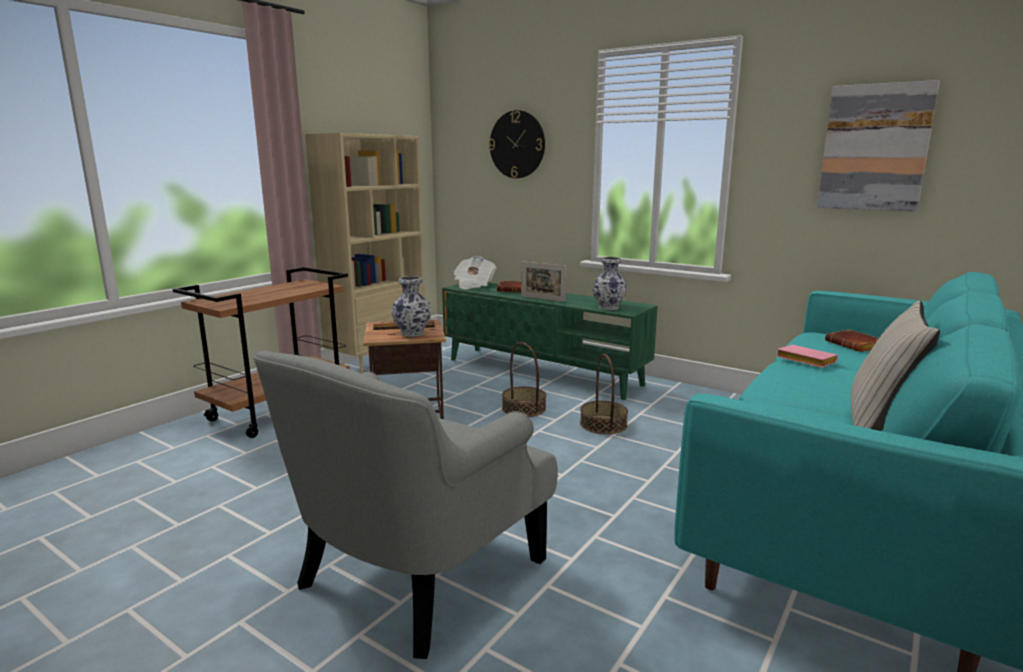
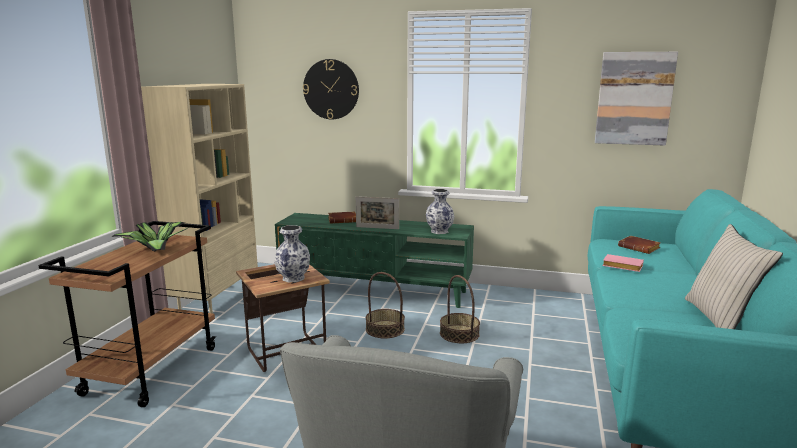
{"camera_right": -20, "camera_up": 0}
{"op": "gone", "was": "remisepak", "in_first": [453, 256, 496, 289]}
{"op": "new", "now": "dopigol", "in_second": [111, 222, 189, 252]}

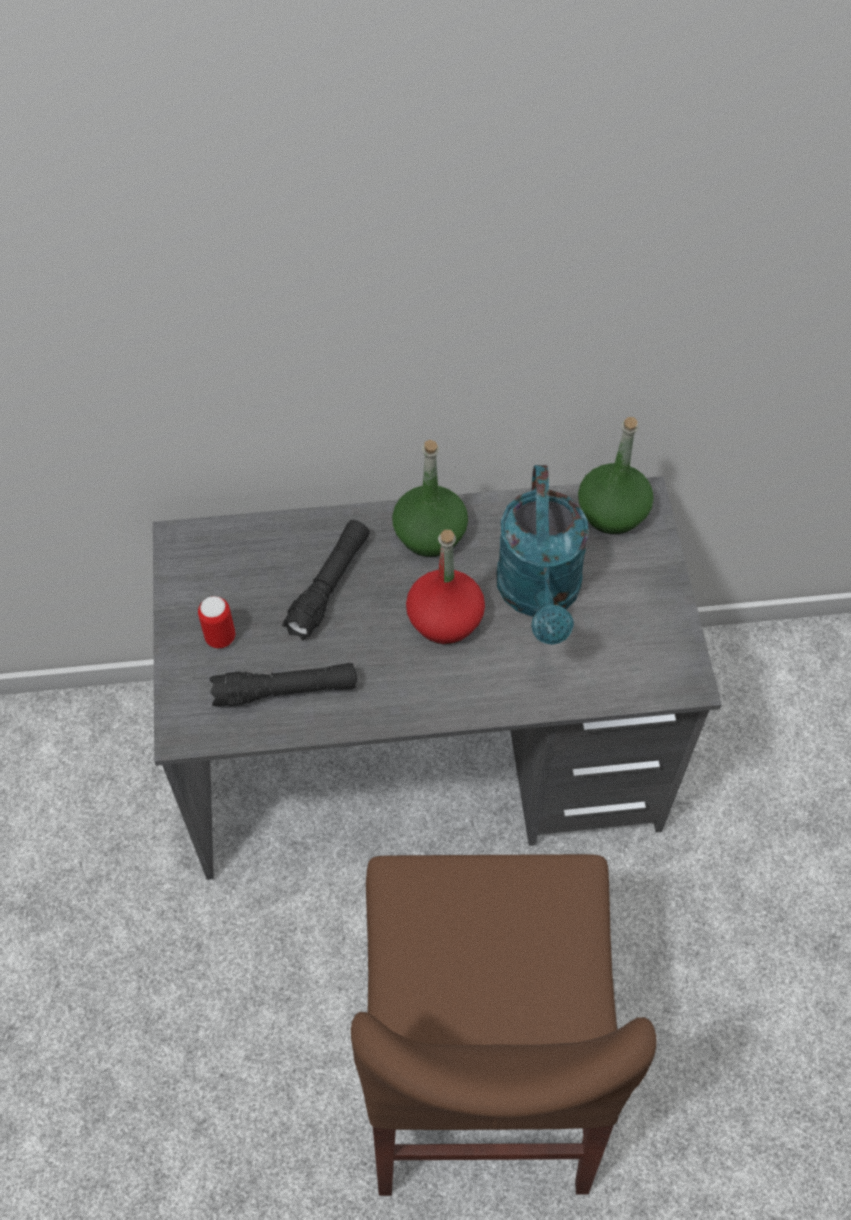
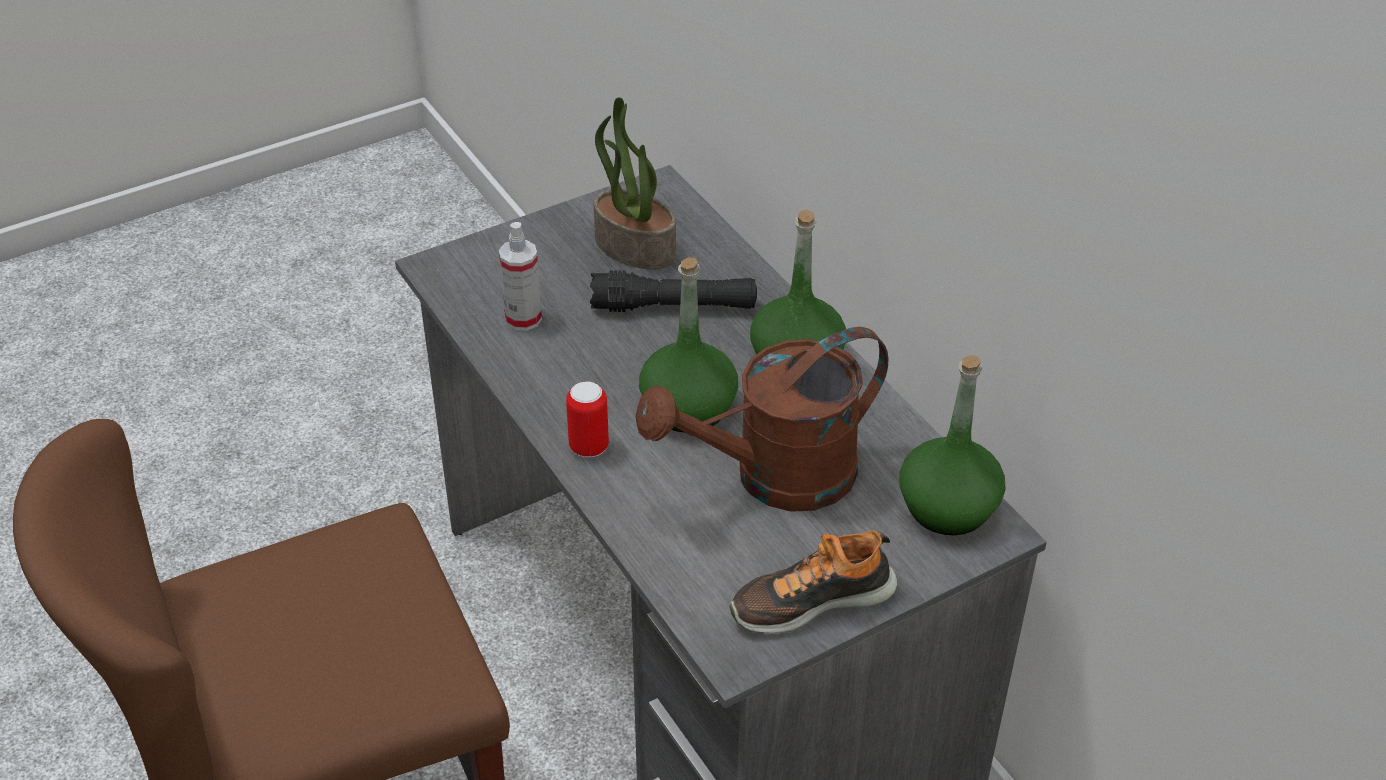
{"camera_right": 65, "camera_up": -15}
{"op": "shifted", "was": "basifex", "in_first": [198, 596, 235, 648], "in_second": [566, 381, 609, 457]}
{"op": "swapped", "was": "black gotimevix", "now": "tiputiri", "in_first": [209, 663, 357, 707], "in_second": [499, 222, 542, 331]}
{"op": "repainted", "was": "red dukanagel", "now": "green dukanagel", "in_first": [406, 530, 485, 644], "in_second": [639, 257, 738, 433]}
{"op": "repainted", "was": "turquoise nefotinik", "now": "brown nefotinik", "in_first": [497, 465, 589, 645], "in_second": [635, 327, 888, 512]}
{"op": "new", "now": "dopigol", "in_second": [593, 97, 676, 269]}
{"op": "new", "now": "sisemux", "in_second": [730, 530, 897, 633]}

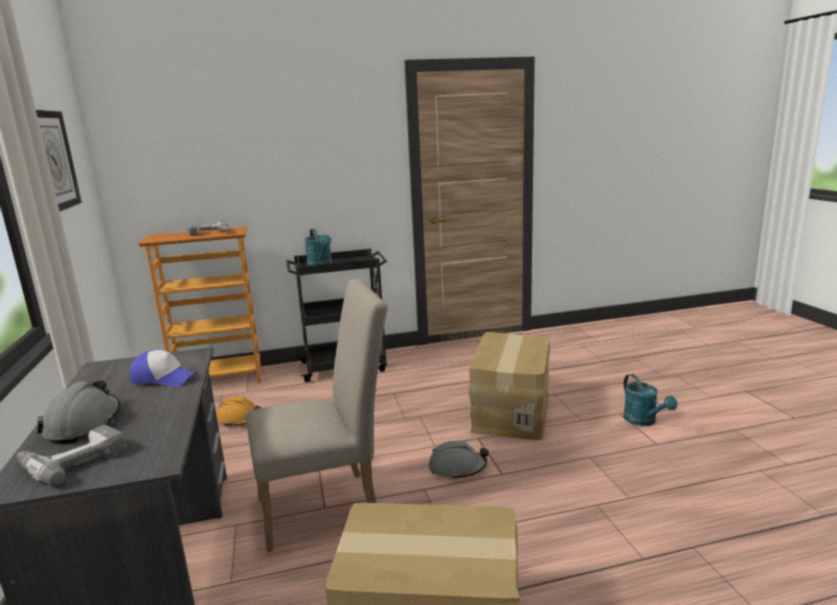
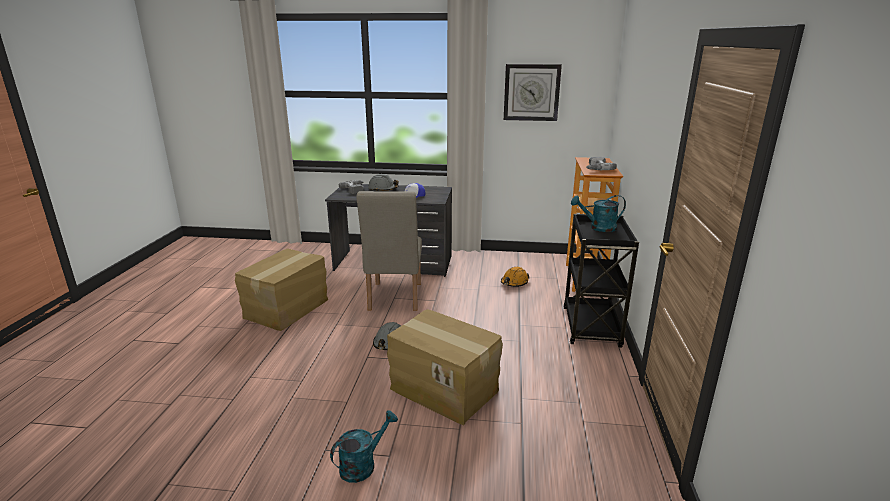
{"camera_right": 110, "camera_up": 5}
{"op": "rotated", "was": "turquoise nefotinik", "in_first": [623, 374, 677, 426], "in_second": [330, 410, 398, 483], "clockwise": 135}

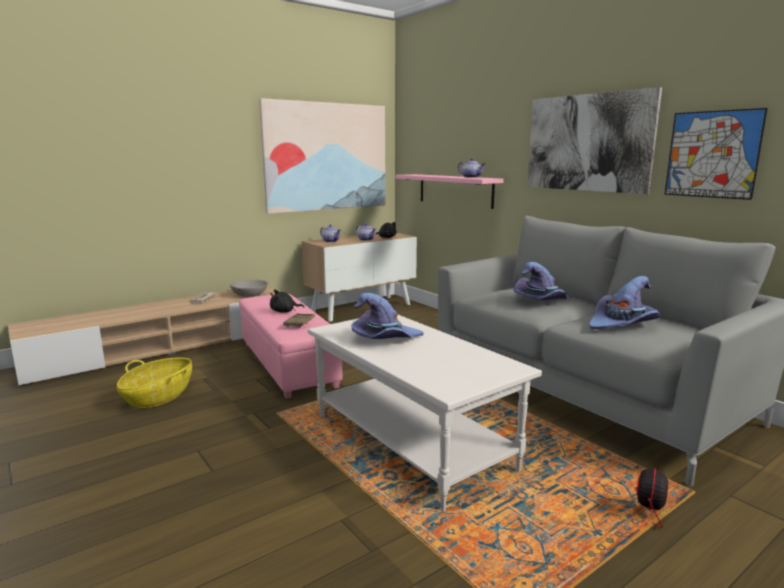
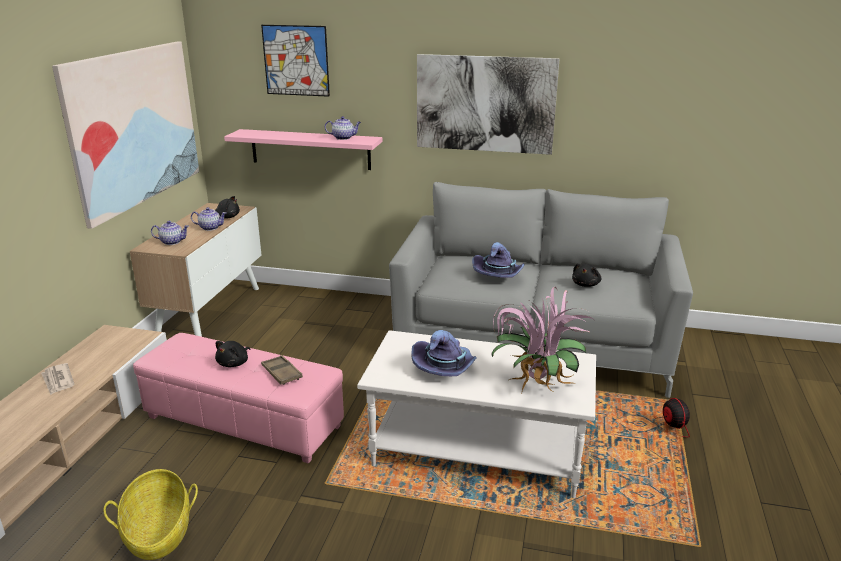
{"camera_right": -40, "camera_up": 10}
{"op": "gone", "was": "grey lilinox", "in_first": [230, 280, 268, 297]}
{"op": "swapped", "was": "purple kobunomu", "now": "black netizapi", "in_first": [589, 276, 660, 329], "in_second": [572, 263, 601, 287]}
{"op": "shifted", "was": "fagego", "in_first": [664, 108, 768, 200], "in_second": [261, 25, 330, 97]}
{"op": "new", "now": "dopigol", "in_second": [491, 287, 593, 393]}

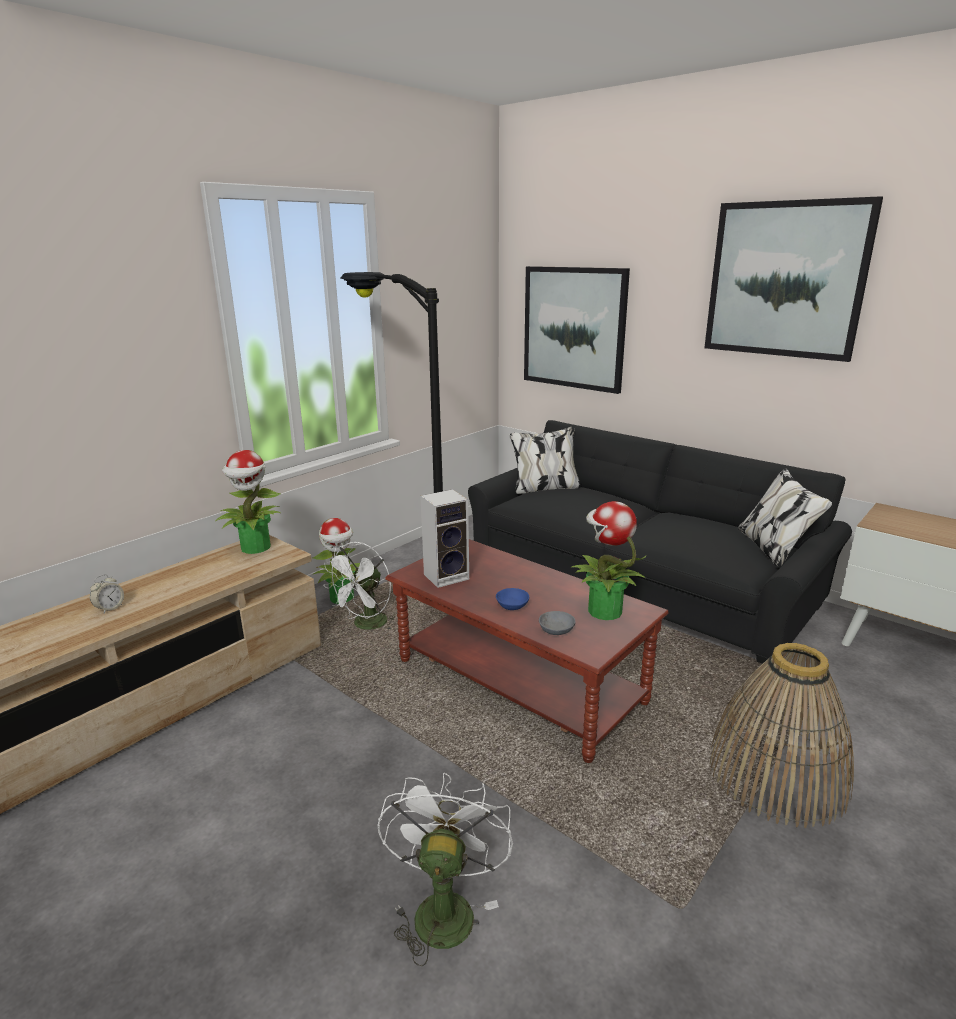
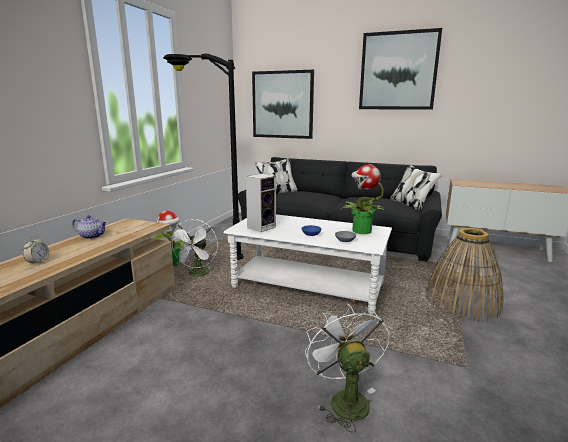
{"camera_right": -20, "camera_up": -5}
{"op": "gone", "was": "dopigol", "in_first": [216, 450, 281, 554]}
{"op": "repainted", "was": "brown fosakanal", "now": "white fosakanal", "in_first": [385, 539, 669, 763], "in_second": [223, 215, 392, 315]}
{"op": "new", "now": "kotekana", "in_second": [72, 215, 107, 239]}

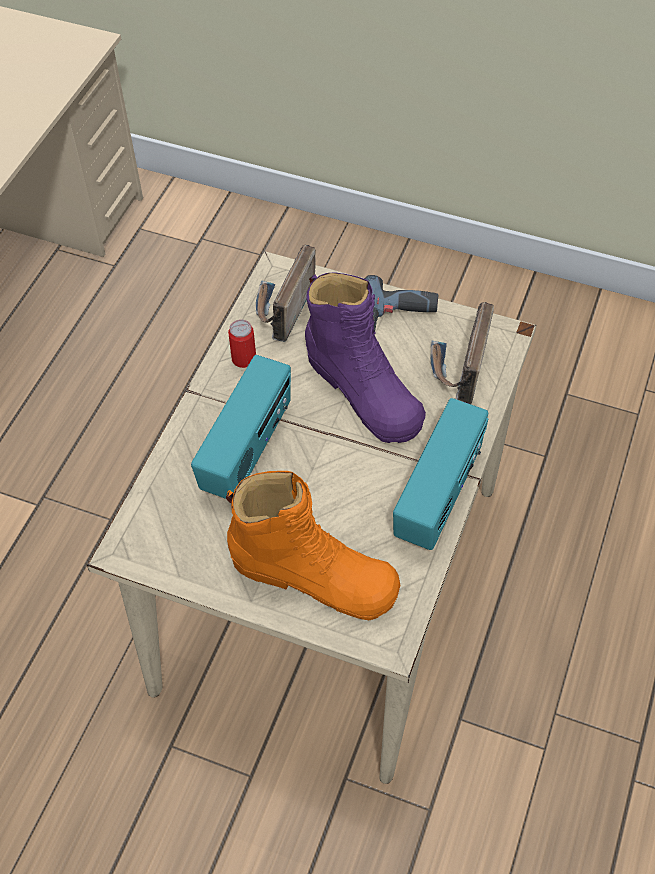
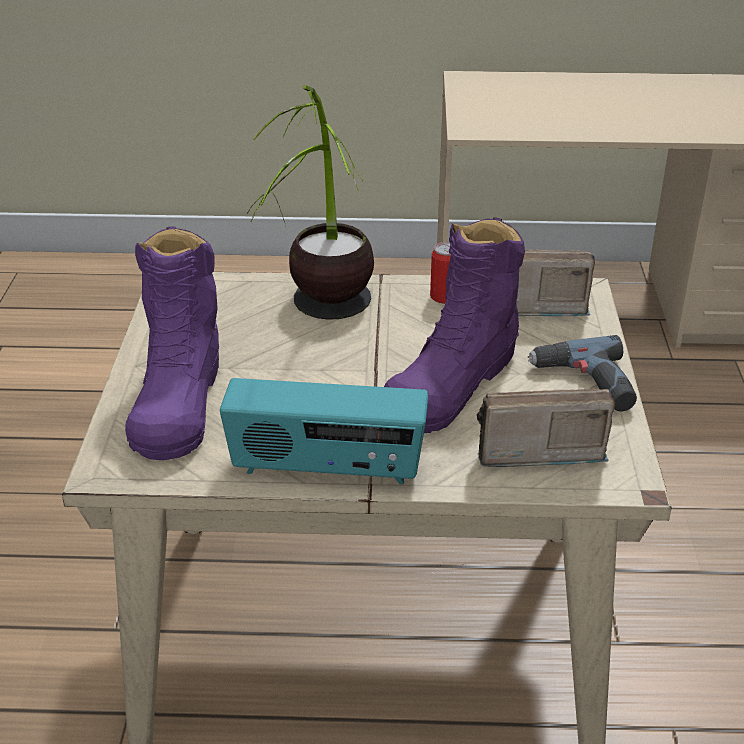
{"camera_right": 70, "camera_up": -20}
{"op": "swapped", "was": "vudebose", "now": "dopigol", "in_first": [191, 355, 291, 499], "in_second": [247, 85, 374, 320]}
{"op": "repainted", "was": "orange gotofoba", "now": "purple gotofoba", "in_first": [226, 471, 400, 620], "in_second": [125, 226, 219, 460]}

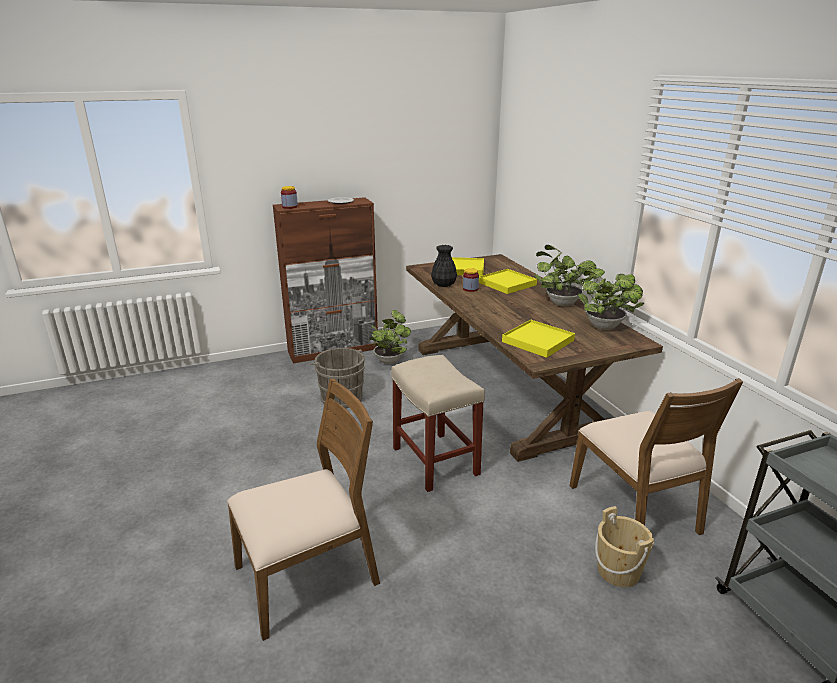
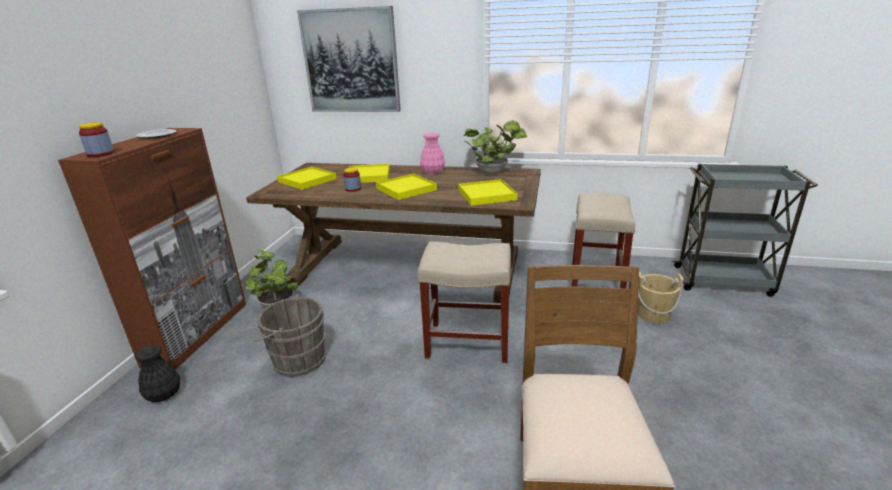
{"camera_right": -55, "camera_up": 0}
{"op": "shifted", "was": "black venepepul", "in_first": [431, 245, 457, 287], "in_second": [135, 345, 180, 402]}
{"op": "swapped", "was": "dopigol", "now": "pink venepepul", "in_first": [534, 245, 597, 306], "in_second": [420, 133, 445, 174]}
{"op": "swapped", "was": "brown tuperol", "now": "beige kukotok", "in_first": [570, 378, 743, 535], "in_second": [572, 193, 635, 289]}
{"op": "new", "now": "fagego", "in_second": [297, 6, 401, 112]}
{"op": "new", "now": "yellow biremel", "in_second": [376, 174, 437, 200]}

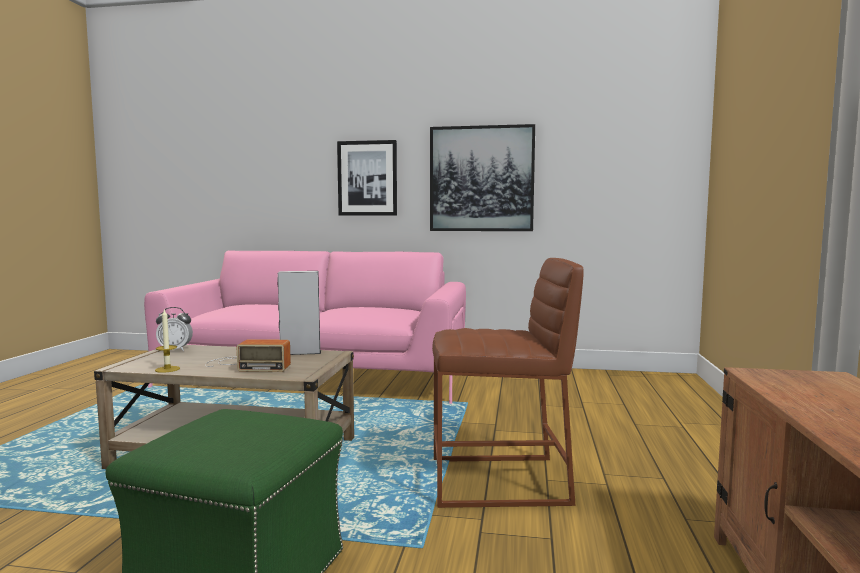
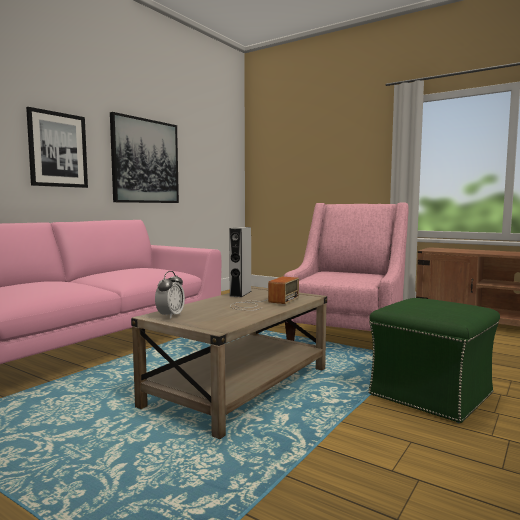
{"camera_right": -65, "camera_up": 0}
{"op": "gone", "was": "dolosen", "in_first": [155, 310, 180, 373]}
{"op": "swapped", "was": "brown kukotok", "now": "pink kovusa", "in_first": [432, 258, 584, 508], "in_second": [283, 203, 409, 341]}

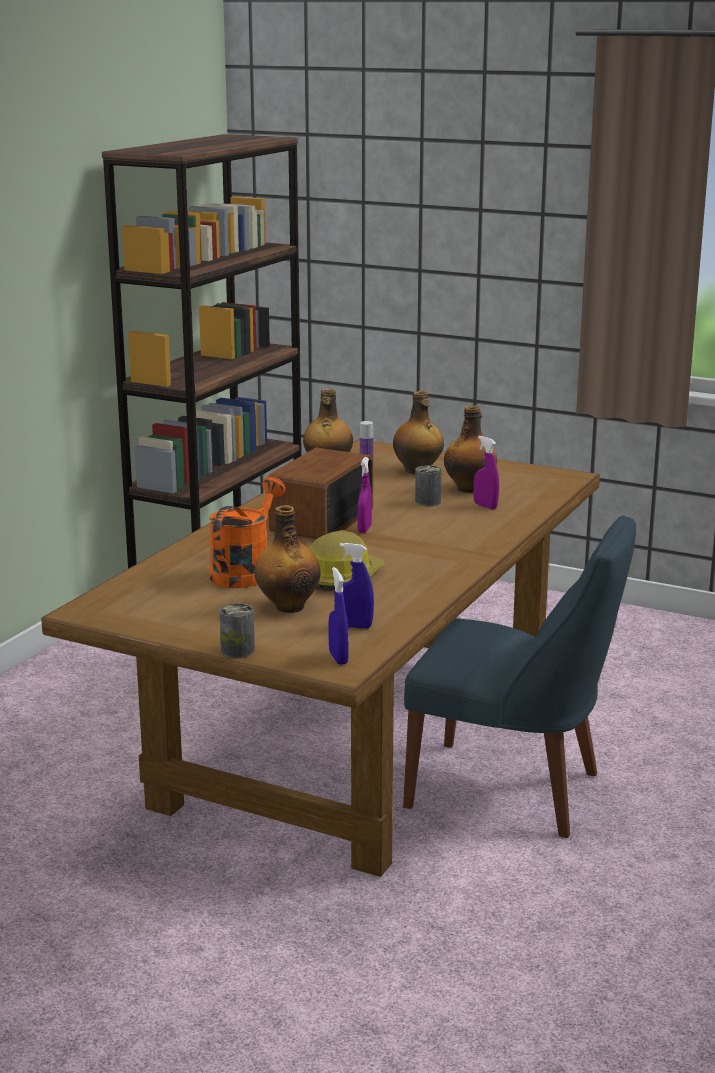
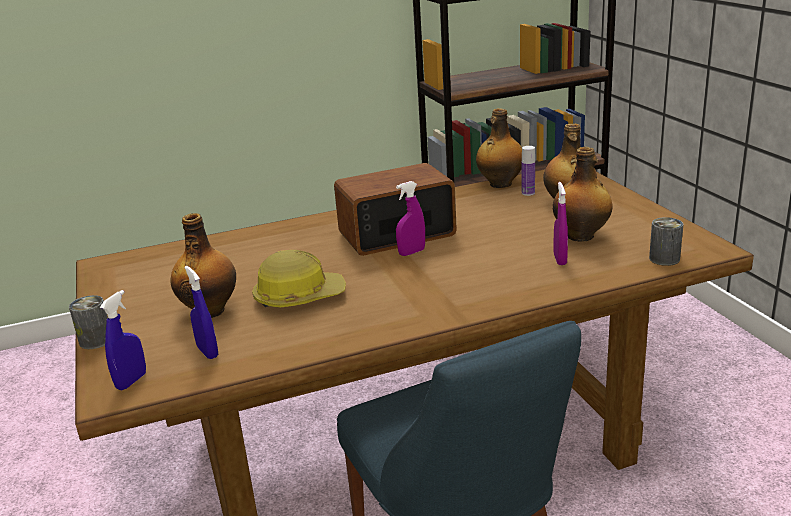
{"camera_right": 45, "camera_up": 5}
{"op": "gone", "was": "orange nefotinik", "in_first": [209, 477, 286, 588]}
{"op": "shifted", "was": "basifex", "in_first": [415, 465, 442, 506], "in_second": [649, 217, 683, 266]}

